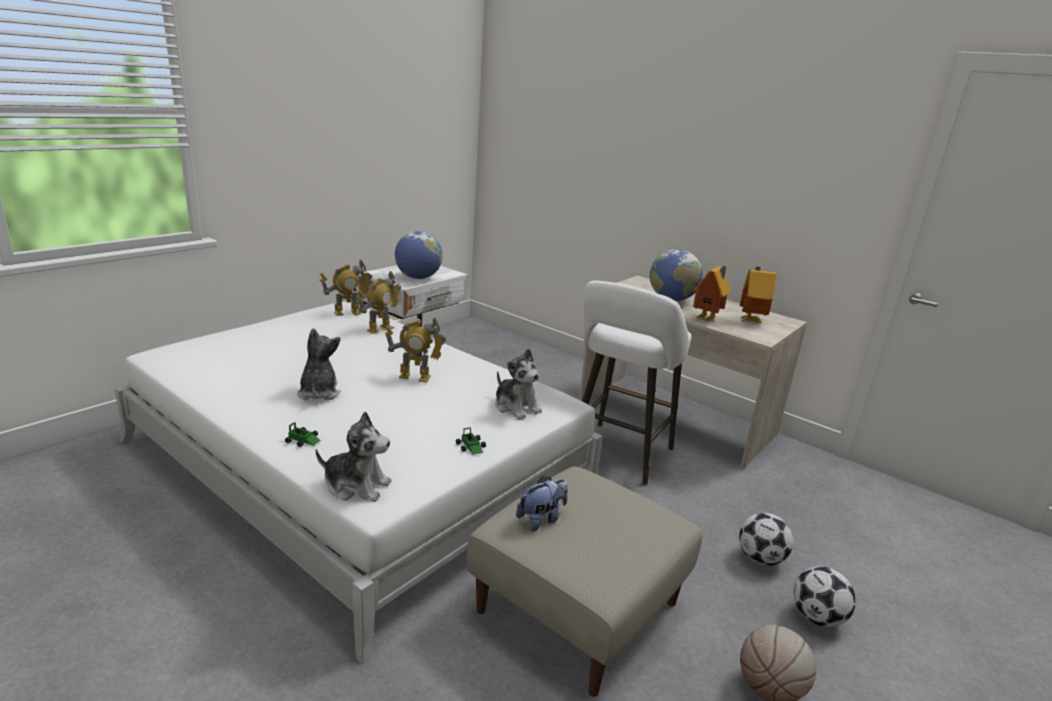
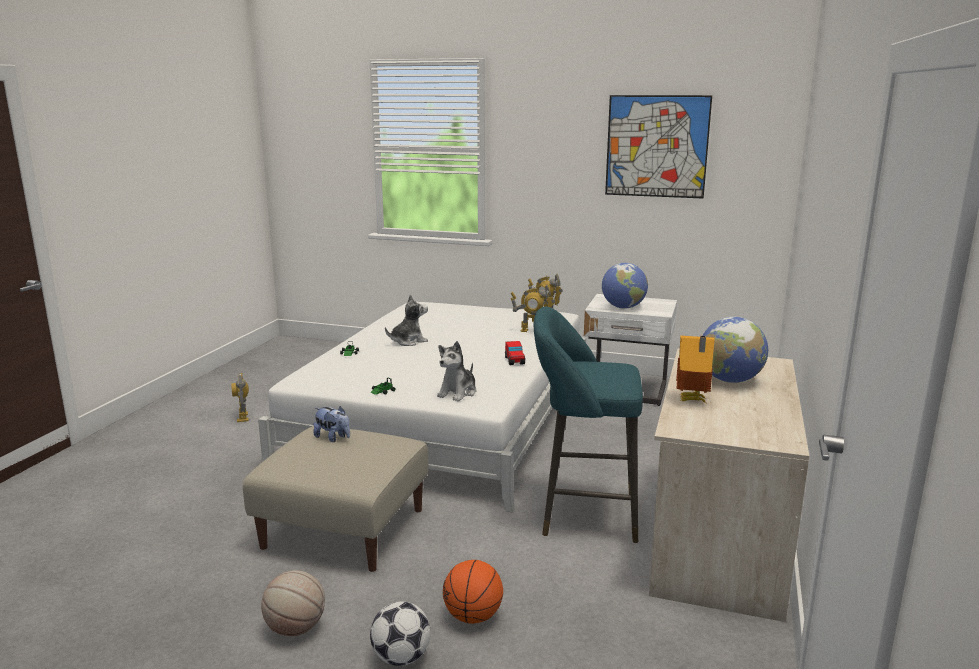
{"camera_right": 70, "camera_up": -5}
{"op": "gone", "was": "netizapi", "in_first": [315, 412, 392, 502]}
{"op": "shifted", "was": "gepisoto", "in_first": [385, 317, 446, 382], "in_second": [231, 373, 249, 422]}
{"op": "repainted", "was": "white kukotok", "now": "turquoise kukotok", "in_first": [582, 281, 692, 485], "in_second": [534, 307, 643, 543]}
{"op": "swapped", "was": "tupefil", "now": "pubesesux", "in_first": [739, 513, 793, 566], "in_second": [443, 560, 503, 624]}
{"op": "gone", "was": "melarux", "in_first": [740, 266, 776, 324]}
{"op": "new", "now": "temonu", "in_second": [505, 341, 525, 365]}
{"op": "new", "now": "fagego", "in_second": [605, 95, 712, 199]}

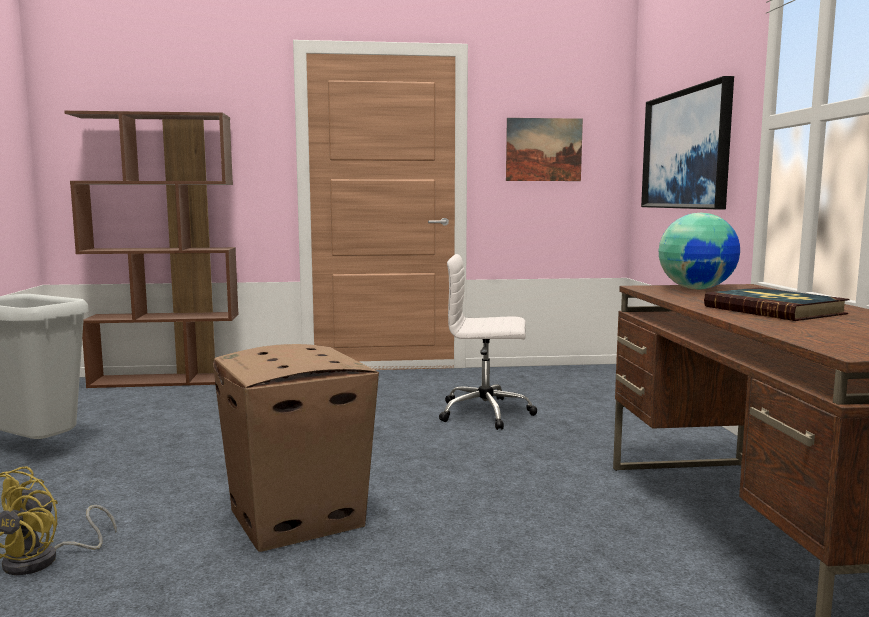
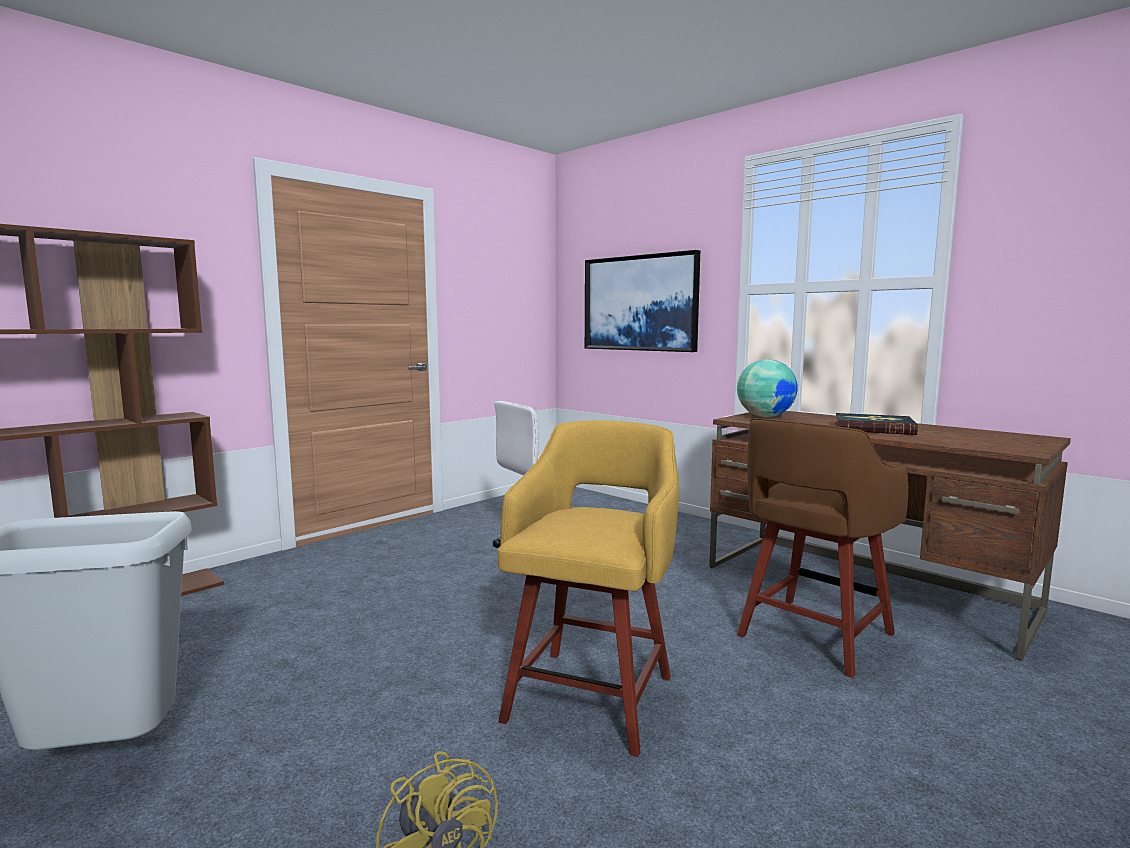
{"camera_right": -40, "camera_up": 0}
{"op": "swapped", "was": "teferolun", "now": "yellow kukotok", "in_first": [213, 344, 379, 552], "in_second": [498, 421, 679, 757]}
{"op": "gone", "was": "fagego", "in_first": [506, 118, 583, 181]}
{"op": "new", "now": "brown kukotok", "in_second": [737, 418, 908, 678]}

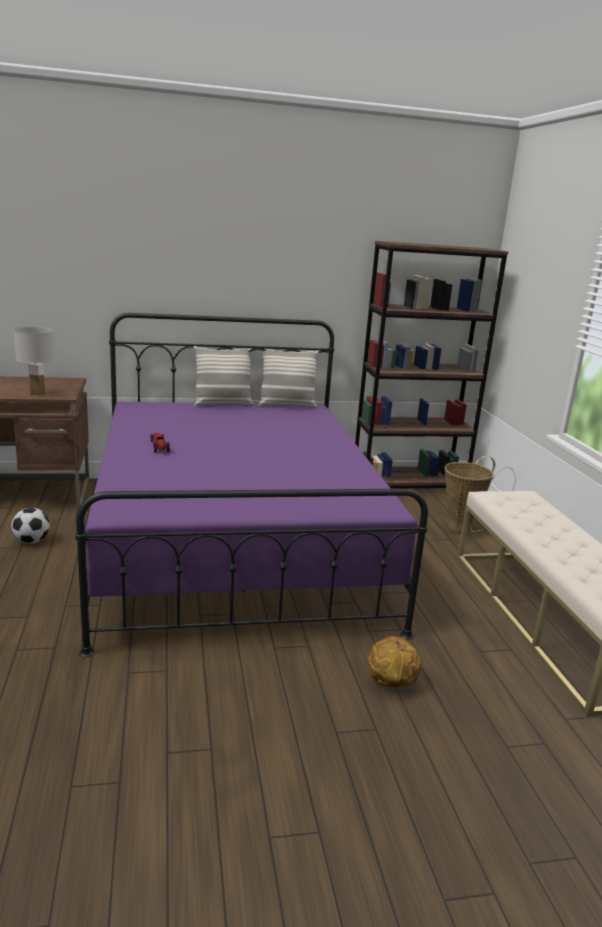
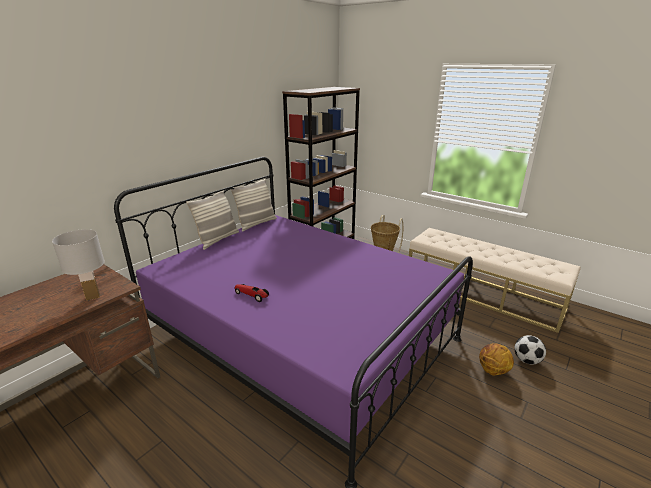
{"camera_right": -40, "camera_up": 5}
{"op": "shifted", "was": "tupefil", "in_first": [11, 508, 50, 543], "in_second": [515, 335, 546, 365]}

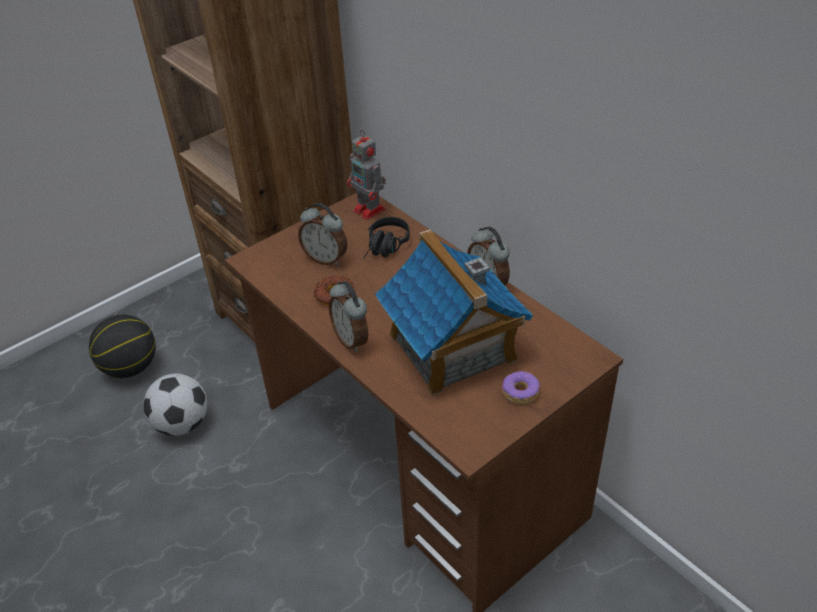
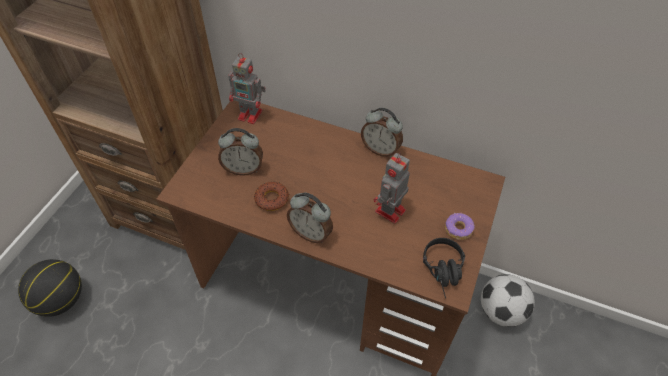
{"camera_right": -30, "camera_up": 10}
{"op": "shifted", "was": "tupefil", "in_first": [143, 373, 208, 436], "in_second": [481, 274, 535, 327]}
{"op": "shifted", "was": "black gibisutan", "in_first": [364, 217, 410, 258], "in_second": [423, 238, 465, 298]}
{"op": "swapped", "was": "melarux", "now": "gepisoto", "in_first": [375, 229, 533, 396], "in_second": [374, 153, 410, 224]}

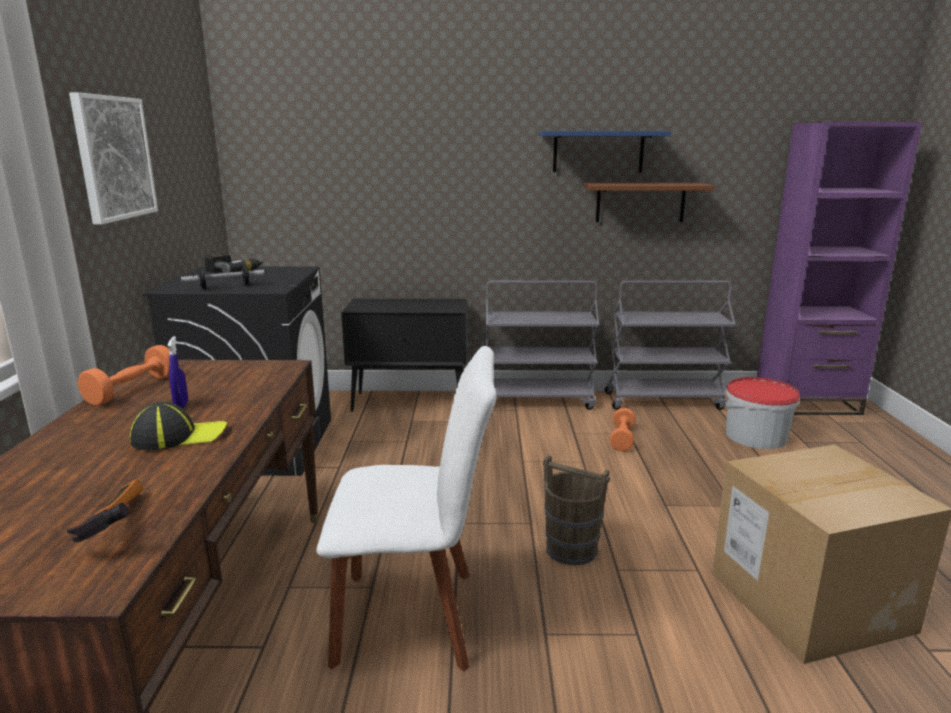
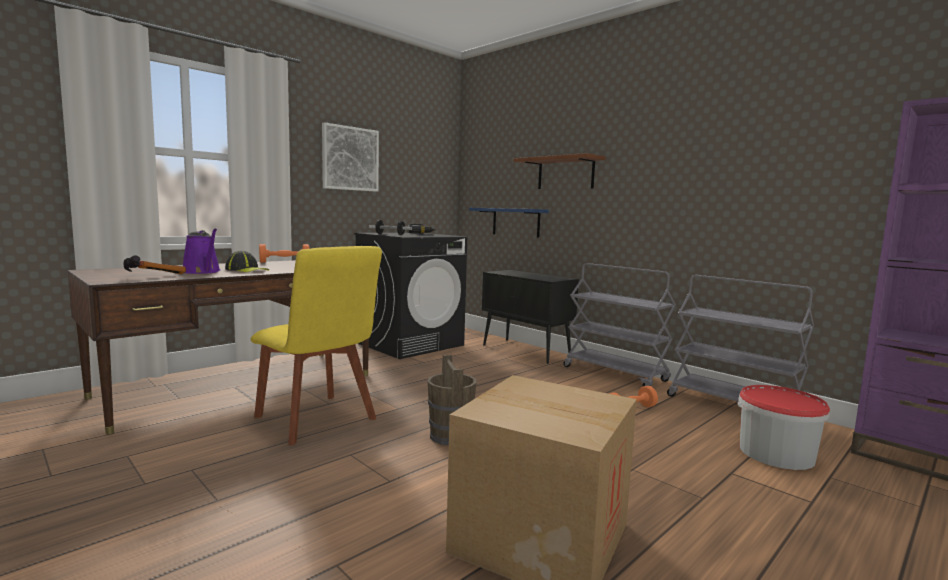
{"camera_right": 45, "camera_up": -10}
{"op": "gone", "was": "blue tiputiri", "in_first": [167, 336, 188, 409]}
{"op": "repainted", "was": "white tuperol", "now": "yellow tuperol", "in_first": [317, 346, 497, 672], "in_second": [250, 246, 382, 445]}
{"op": "shifted", "was": "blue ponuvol", "in_first": [539, 131, 671, 172], "in_second": [469, 208, 549, 238]}
{"op": "shifted", "was": "brown ponuvol", "in_first": [583, 183, 714, 222], "in_second": [513, 153, 606, 189]}
{"op": "new", "now": "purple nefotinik", "in_second": [183, 228, 220, 274]}

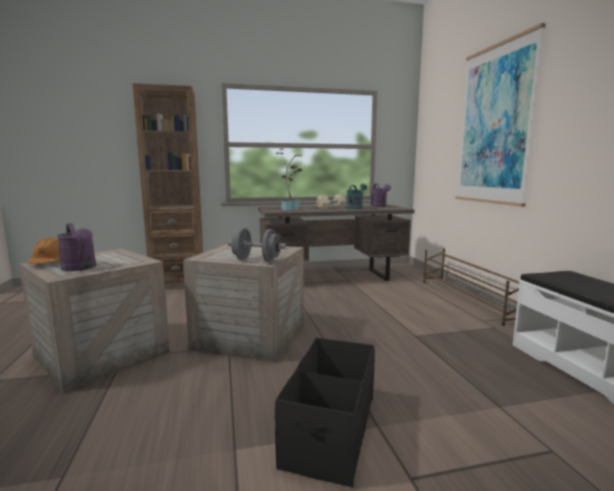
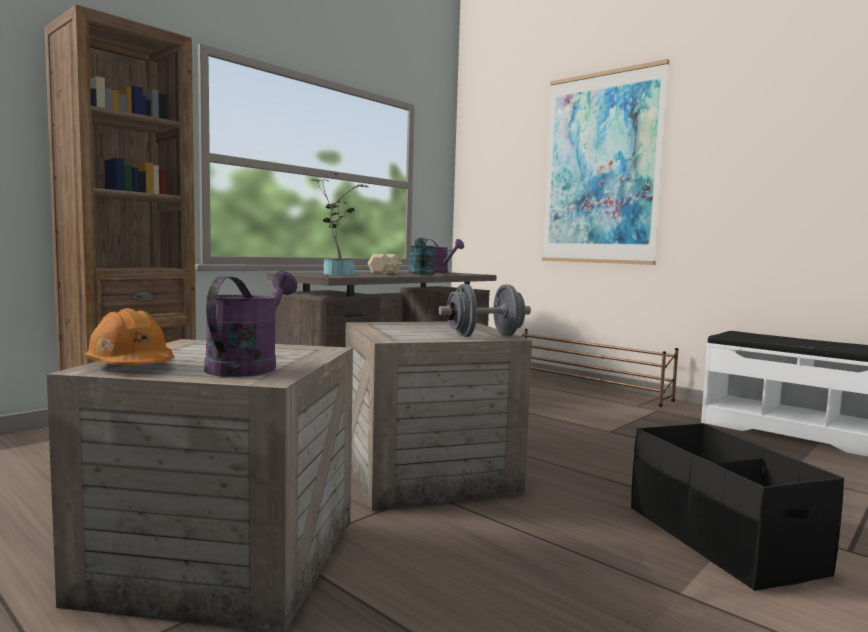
{"camera_right": -35, "camera_up": -5}
{"op": "rotated", "was": "purple nefotinik", "in_first": [57, 223, 96, 271], "in_second": [204, 271, 297, 377], "clockwise": -90}

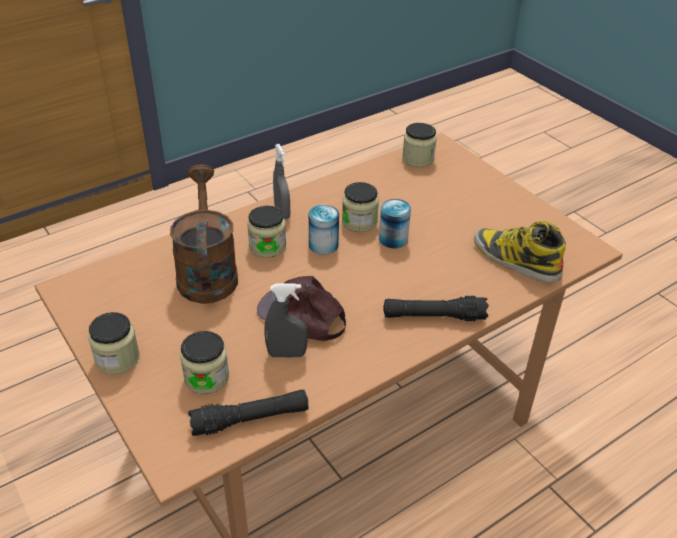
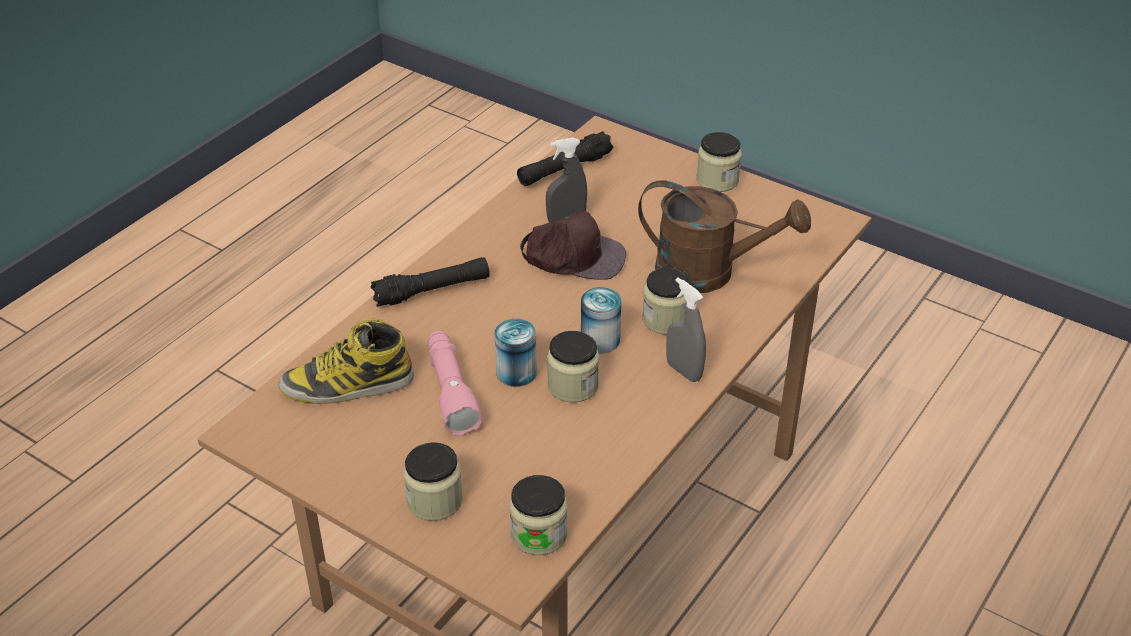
{"camera_right": 160, "camera_up": 0}
{"op": "rotated", "was": "brown nefotinik", "in_first": [170, 165, 238, 304], "in_second": [638, 180, 811, 293], "clockwise": -45}
{"op": "shifted", "was": "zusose", "in_first": [180, 331, 229, 394], "in_second": [403, 442, 463, 521]}
{"op": "rotated", "was": "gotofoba", "in_first": [474, 221, 566, 283], "in_second": [279, 318, 414, 404], "clockwise": 150}
{"op": "new", "now": "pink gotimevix", "in_second": [427, 331, 482, 436]}

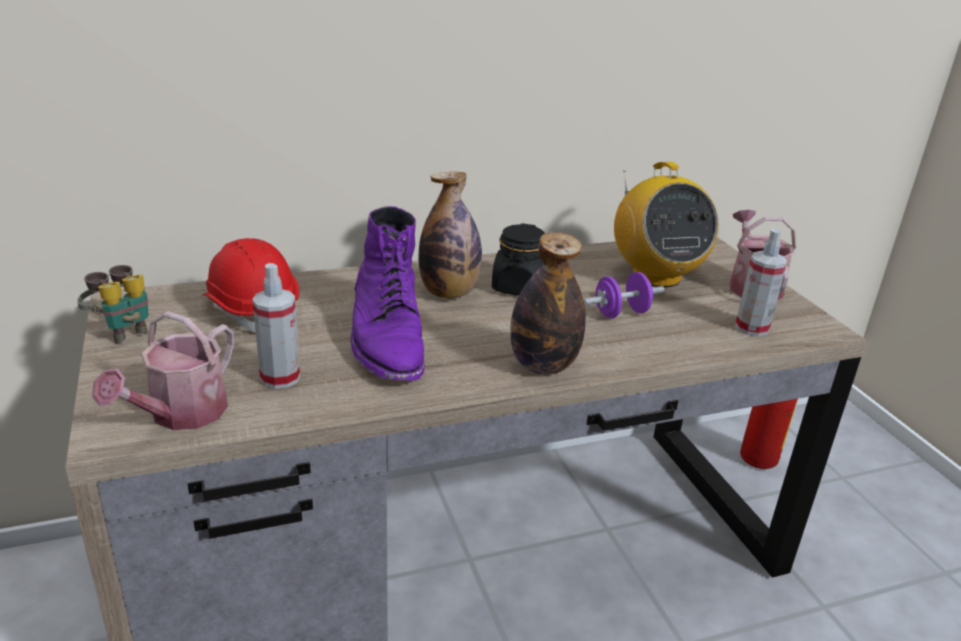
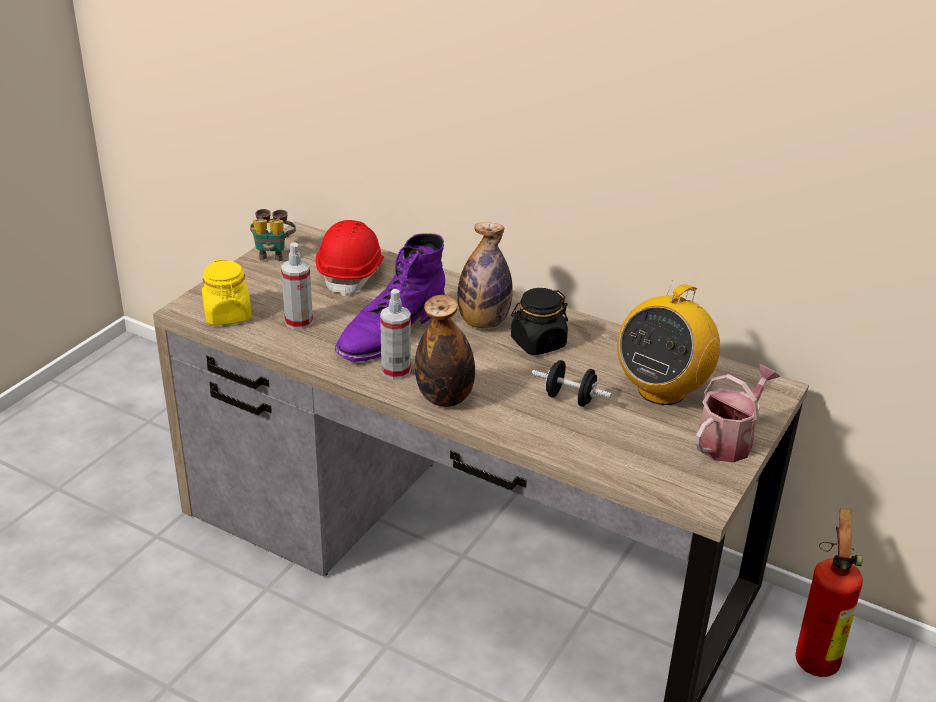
{"camera_right": 50, "camera_up": 5}
{"op": "swapped", "was": "nefotinik", "now": "yellow zusose", "in_first": [92, 311, 235, 430], "in_second": [202, 259, 252, 325]}
{"op": "repainted", "was": "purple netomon", "now": "black netomon", "in_first": [584, 272, 664, 318], "in_second": [532, 360, 612, 407]}
{"op": "shifted", "was": "tiputiri", "in_first": [735, 229, 787, 336], "in_second": [380, 289, 411, 380]}

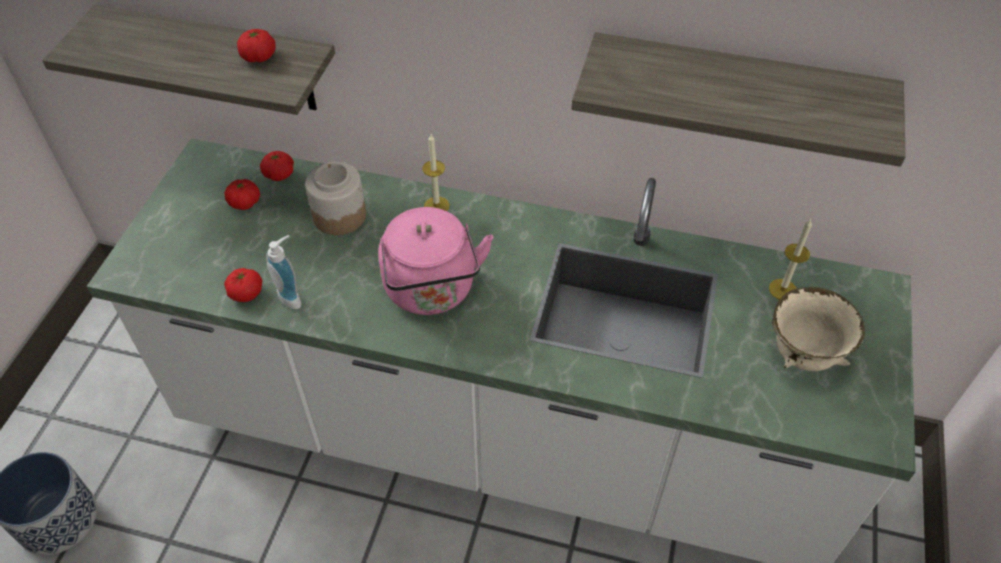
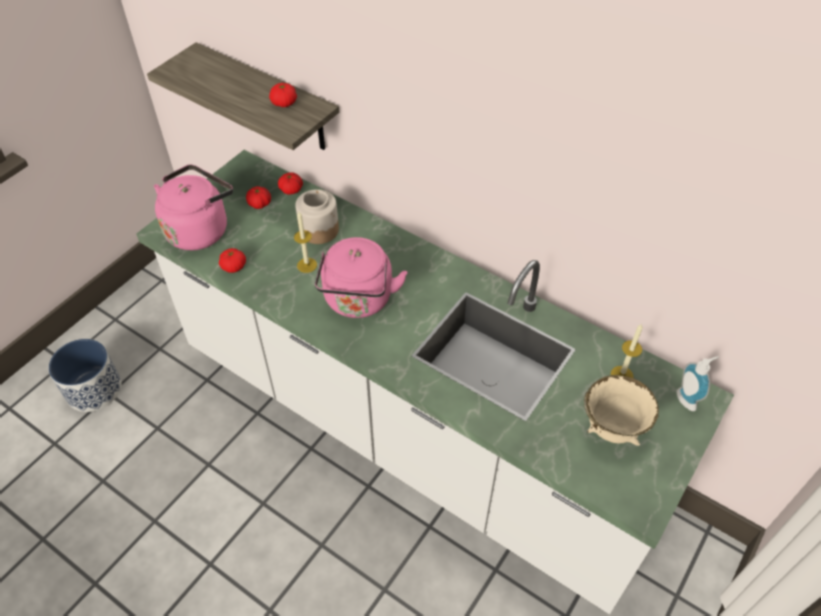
{"camera_right": 20, "camera_up": 0}
{"op": "shifted", "was": "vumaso", "in_first": [266, 235, 301, 309], "in_second": [676, 356, 719, 411]}
{"op": "shifted", "was": "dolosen", "in_first": [422, 134, 450, 211], "in_second": [294, 212, 317, 273]}
{"op": "gone", "was": "ponuvol", "in_first": [571, 32, 906, 167]}
{"op": "new", "now": "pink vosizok", "in_second": [154, 165, 233, 250]}

